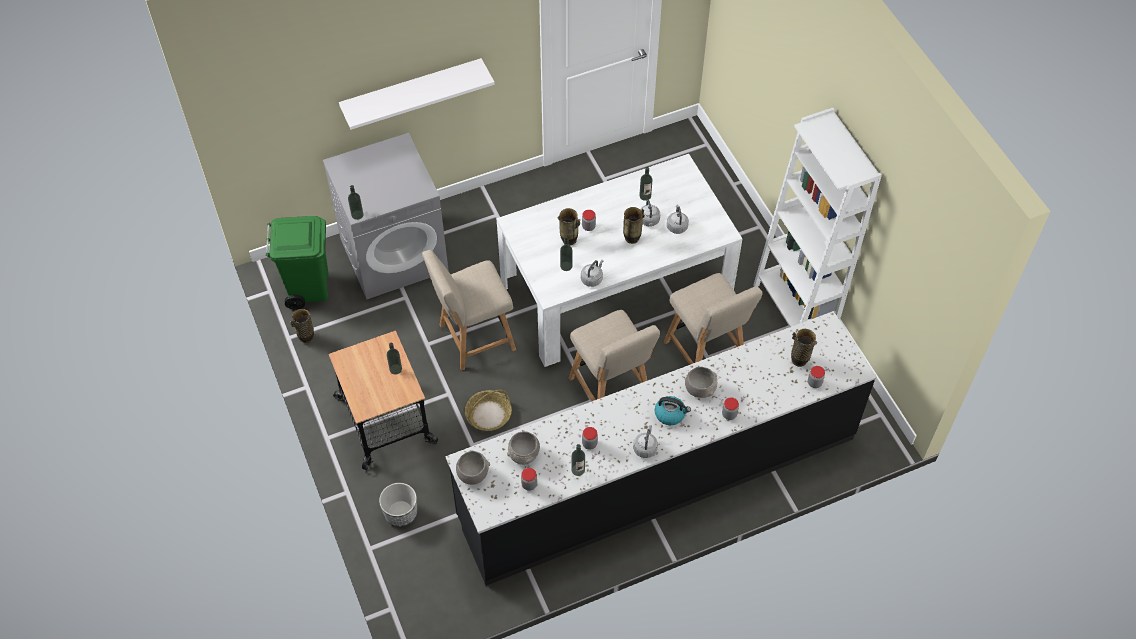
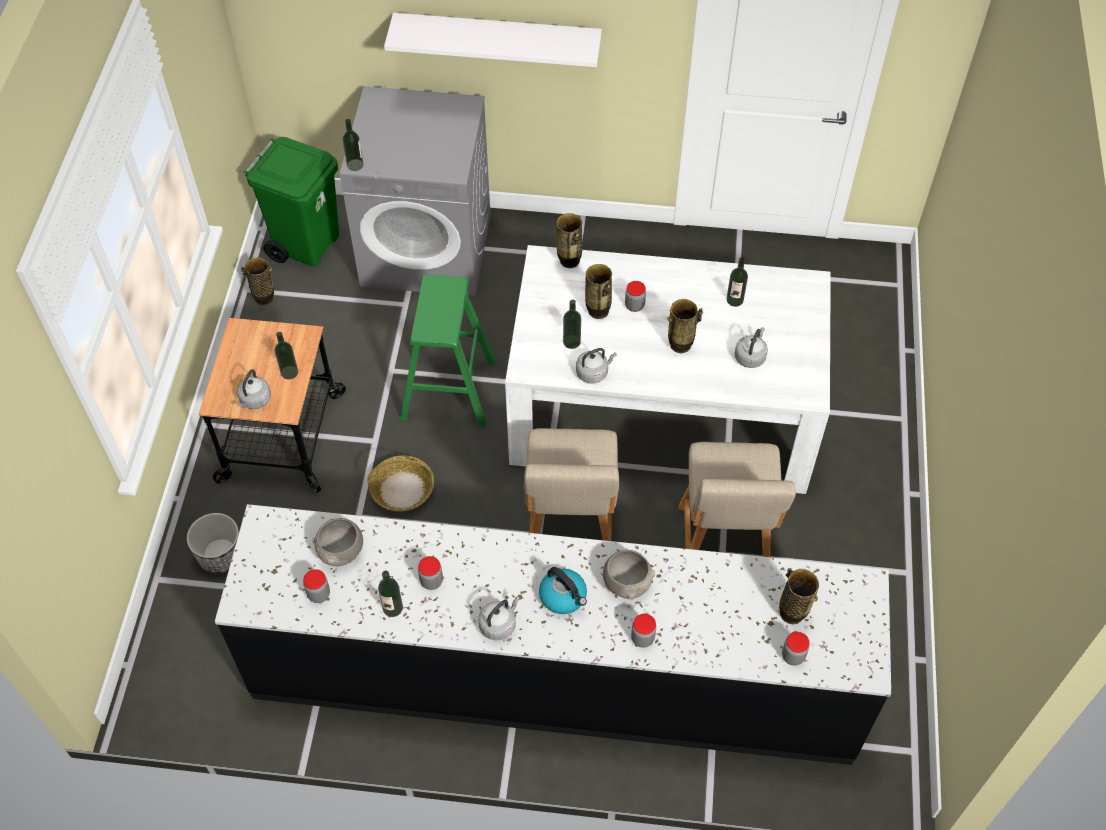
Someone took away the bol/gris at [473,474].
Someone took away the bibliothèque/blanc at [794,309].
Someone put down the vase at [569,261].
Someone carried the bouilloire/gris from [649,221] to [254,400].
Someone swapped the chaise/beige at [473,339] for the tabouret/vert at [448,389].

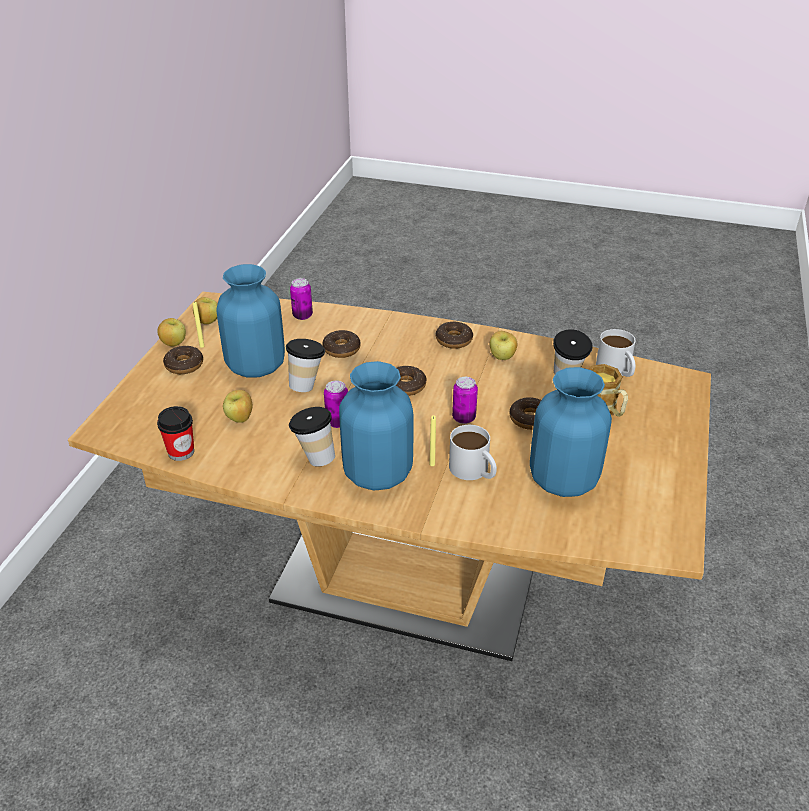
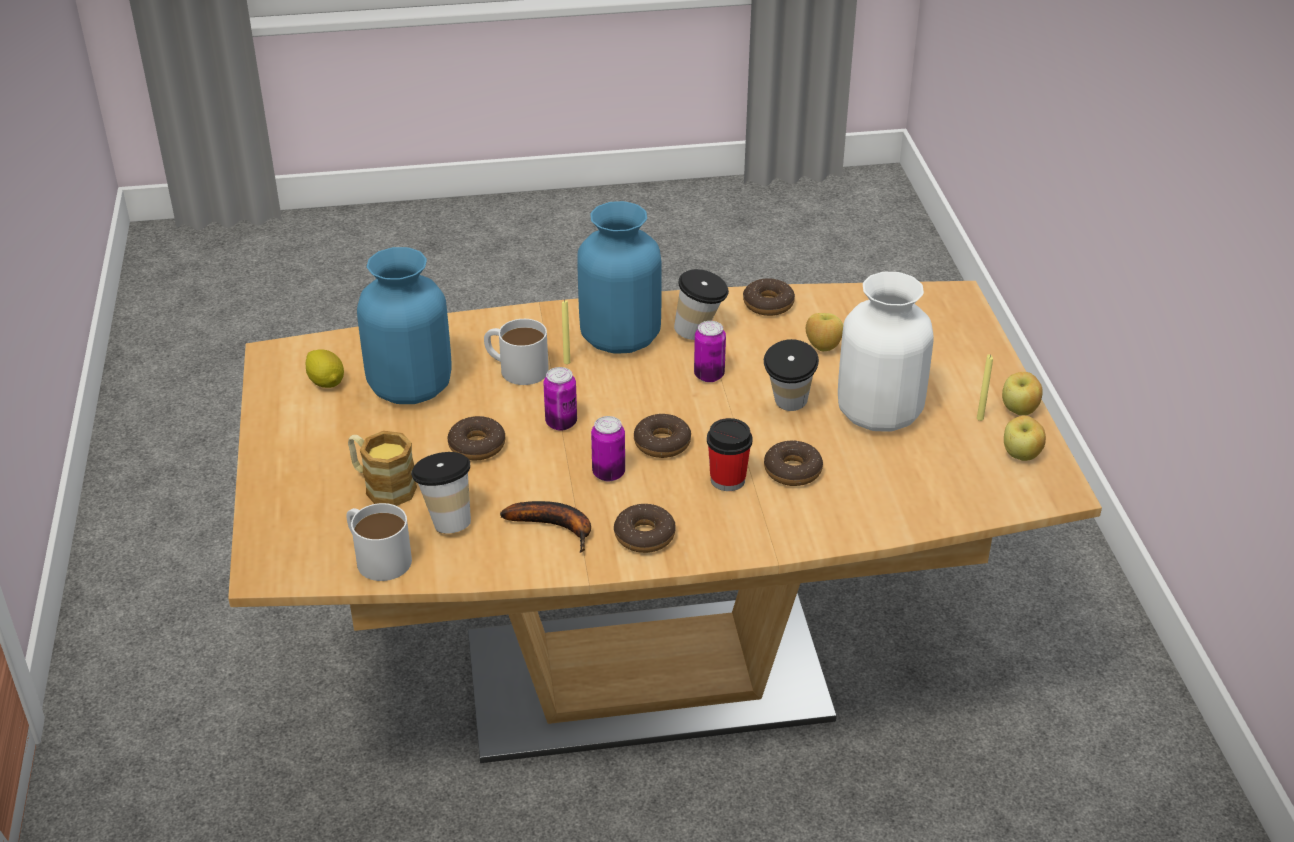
Someone put down the citron at [326,382].
Someone carried the tasse from [181,452] to [727,480].
Someone carried the beignet from [184,365] to [768,304].
Someone carried the boîte métallique from [302,315] to [608,473].
Someone swapped the pomme at [502,357] for the banane at [556,527].
Someone repainted the vase/bleu at [256,365], which became the vase/blanc at [879,413].

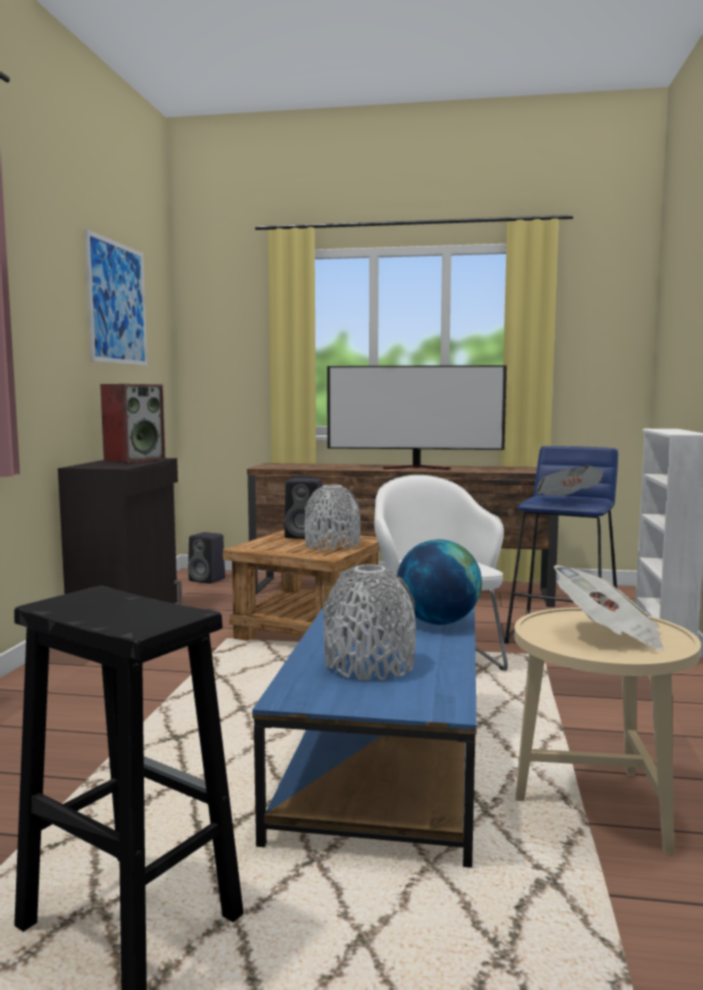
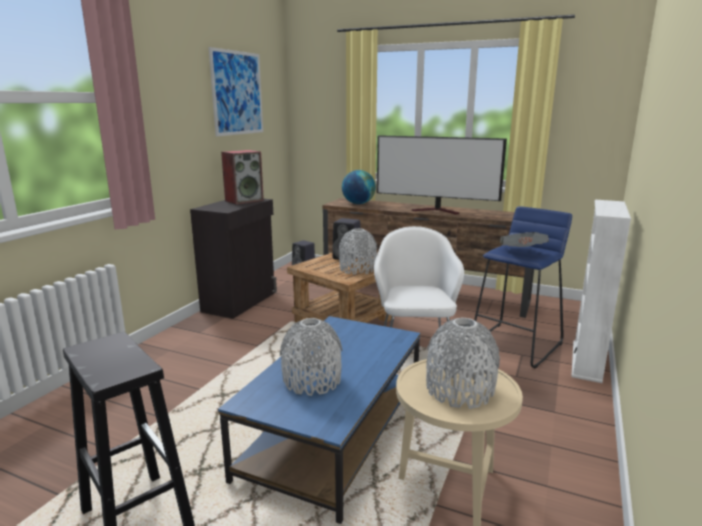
Someone carried the globe from [438,622] to [358,203].
Someone swapped the journal at [609,635] for the vase/gris at [459,390].

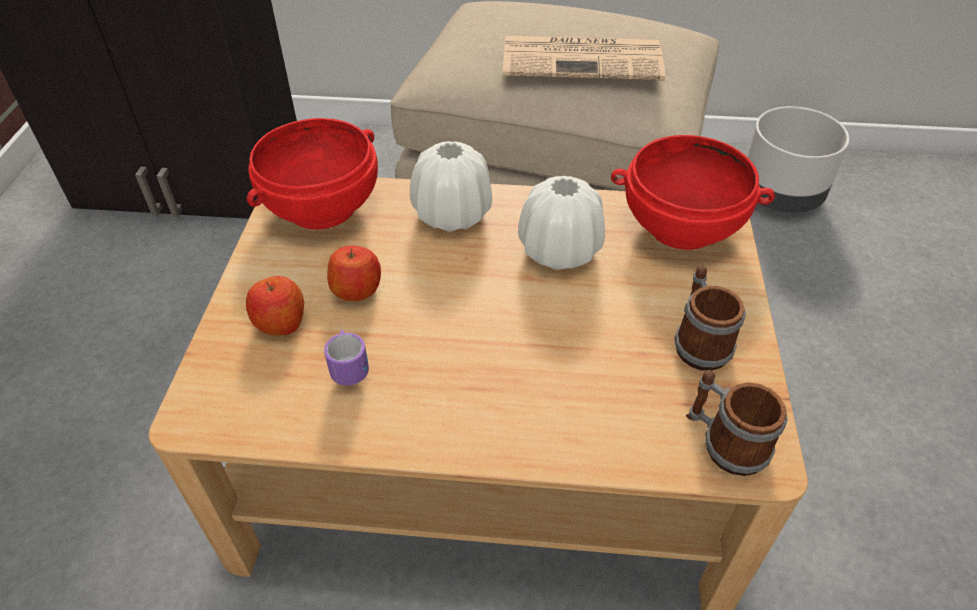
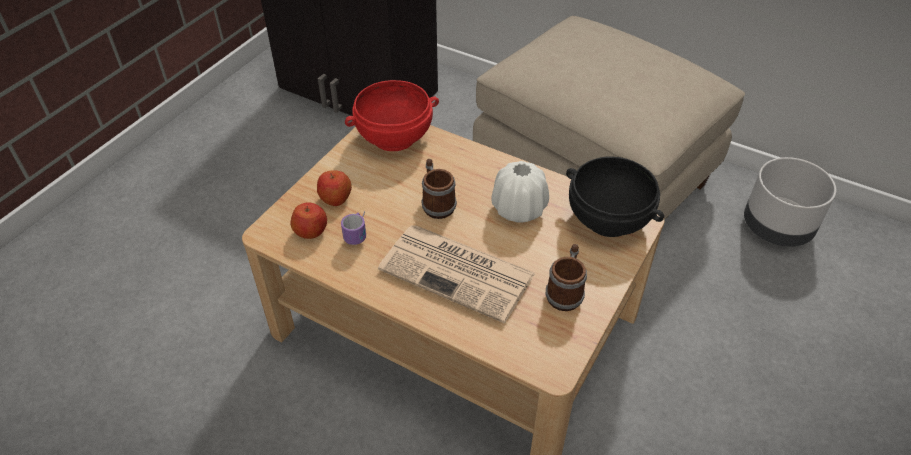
Someone took away the vase/blanc at [452,214].
Someone carried the pomme from [357,289] to [311,231].
Someone carried the journal from [584,59] to [459,272].
Someone carried the mug from [724,443] to [436,203].
Someone repainted the bol/rouge at [682,226], which became the bol/noir at [609,219].

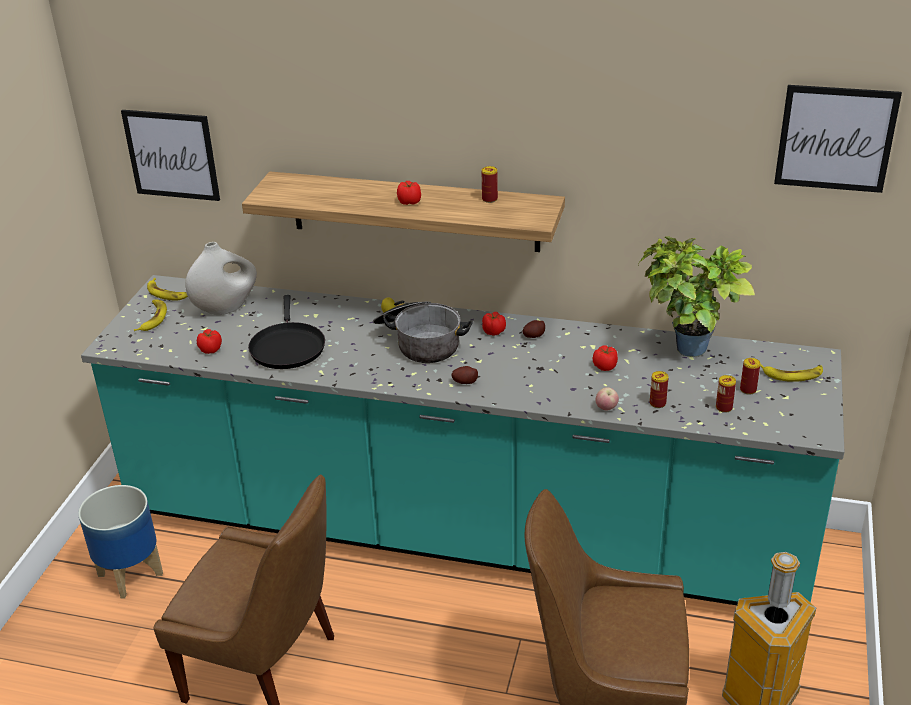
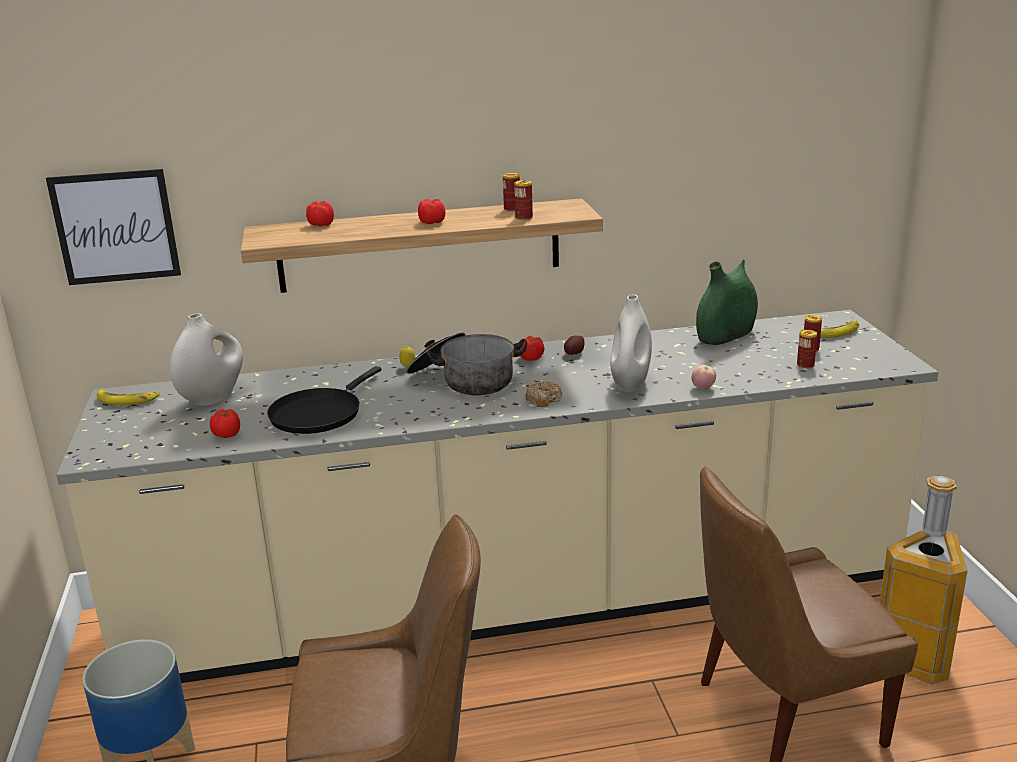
Someone took away the banane at [152,318].
Someone took away the tableau at [835,138].
Someone put down the vase/blanc at [630,384].
Someone carried the tomate from [605,366] to [322,224].
Someone carried the boîte métallique from [657,403] to [524,218].
Someone swapped the pomme de terre at [464,382] for the beignet at [543,399].
Someone swapped the plante en pot at [685,352] for the vase/vert at [726,336].
Someone repainted the comptoir de cuisine/turquoise at [462,531], which became the comptoir de cuisine/beige at [517,603].
Someone rotated the poêle/noir at [287,347] by 60 degrees clockwise.

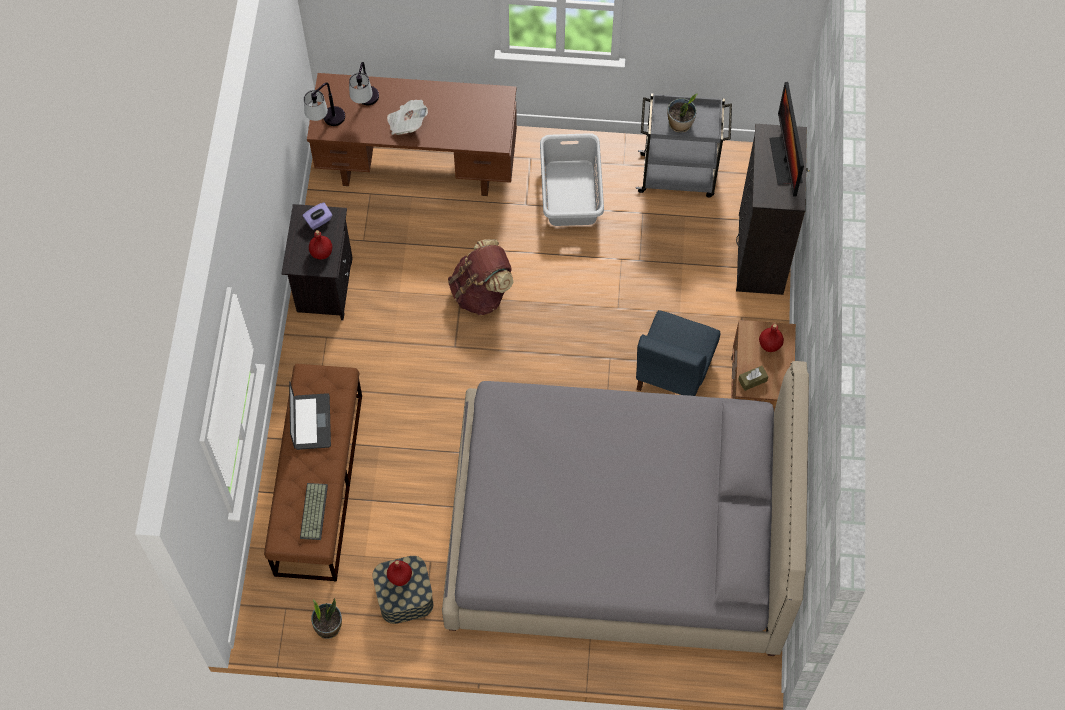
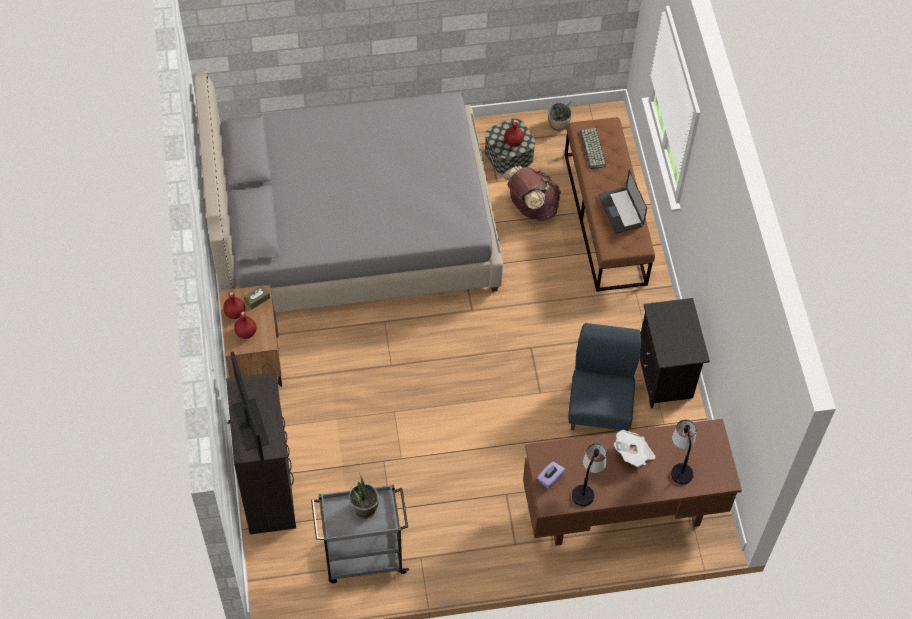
Someone took away the panier à linge/gris at [571,192].
Someone carried the boîte à mouchoirs/violet from [318,221] to [550,478].
Someone carried the lampe de table from [327,124] to [586,487].
Someone carried the bouteille/rouge from [321,252] to [235,313].
Someone carried the sac à dos/marron from [481,293] to [531,207].
Someone carried the chaise/bleu from [673,371] to [600,406].

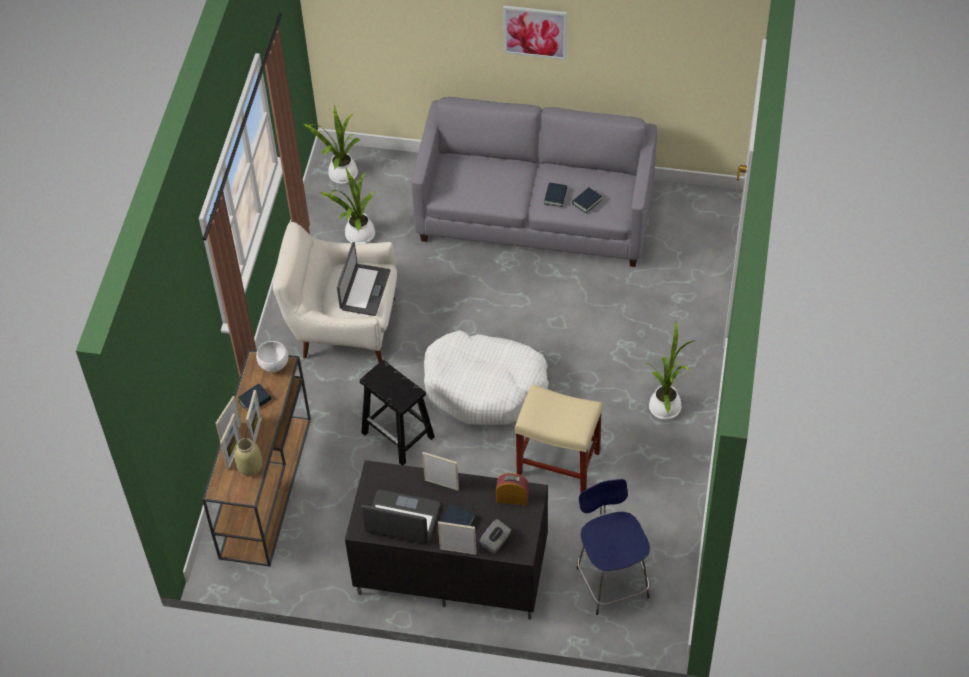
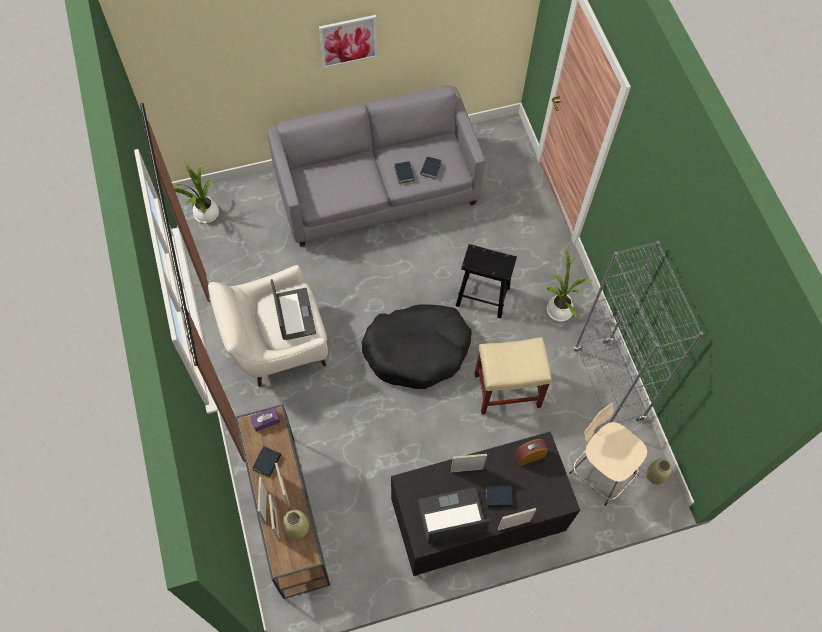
Someone took away the plante en pot at [358,236].
Someone took away the boîte à mouchoirs/gris at [495,542].
Someone put down the bibliothèque/gris at [608,384].
Someone put down the vase/beige at [655,476].
Someone carried the tabouret/noir from [399,435] to [483,296].
Someone swapped the bol/blanc at [274,364] for the boîte à mouchoirs/violet at [266,421].
Someone repainted the panier pour chien/blanc at [485,387], which became the panier pour chien/noir at [417,350].
Someone repainted the tabouret/bleu at [611,580], which became the tabouret/beige at [600,471].

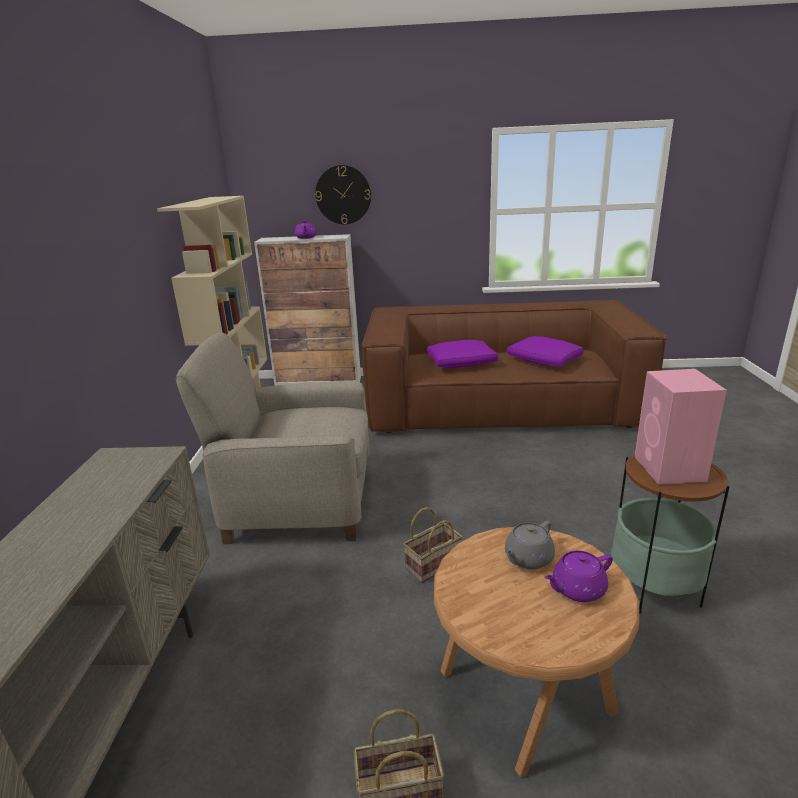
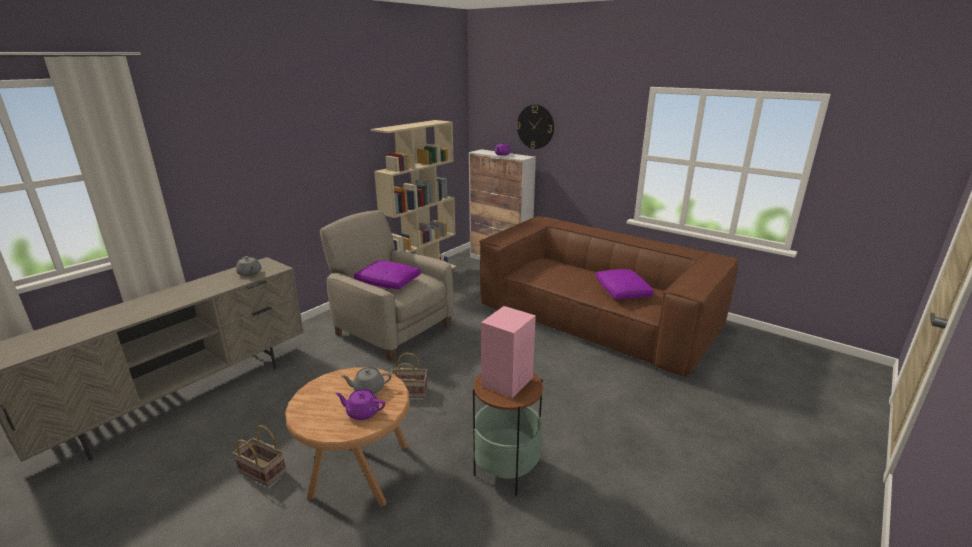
Someone put down the théière/gris at [250,273].
Someone carried the coussin/violet from [462,363] to [388,282].

